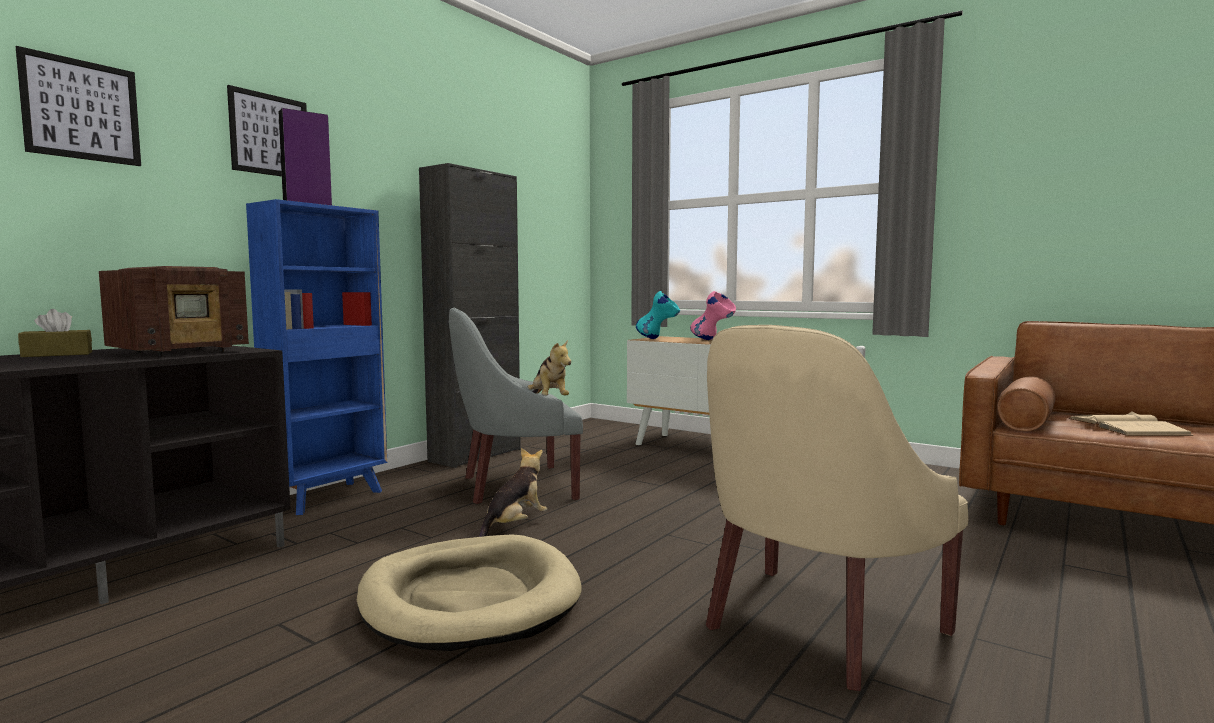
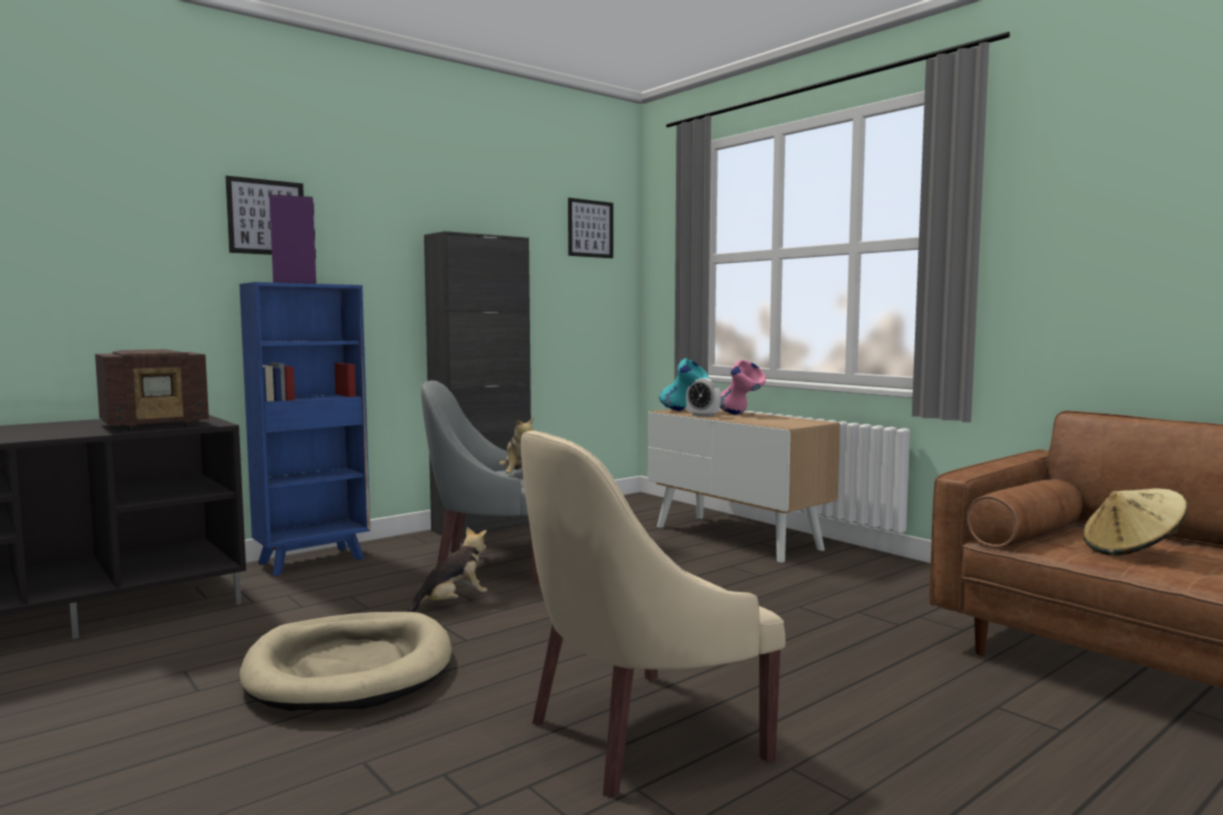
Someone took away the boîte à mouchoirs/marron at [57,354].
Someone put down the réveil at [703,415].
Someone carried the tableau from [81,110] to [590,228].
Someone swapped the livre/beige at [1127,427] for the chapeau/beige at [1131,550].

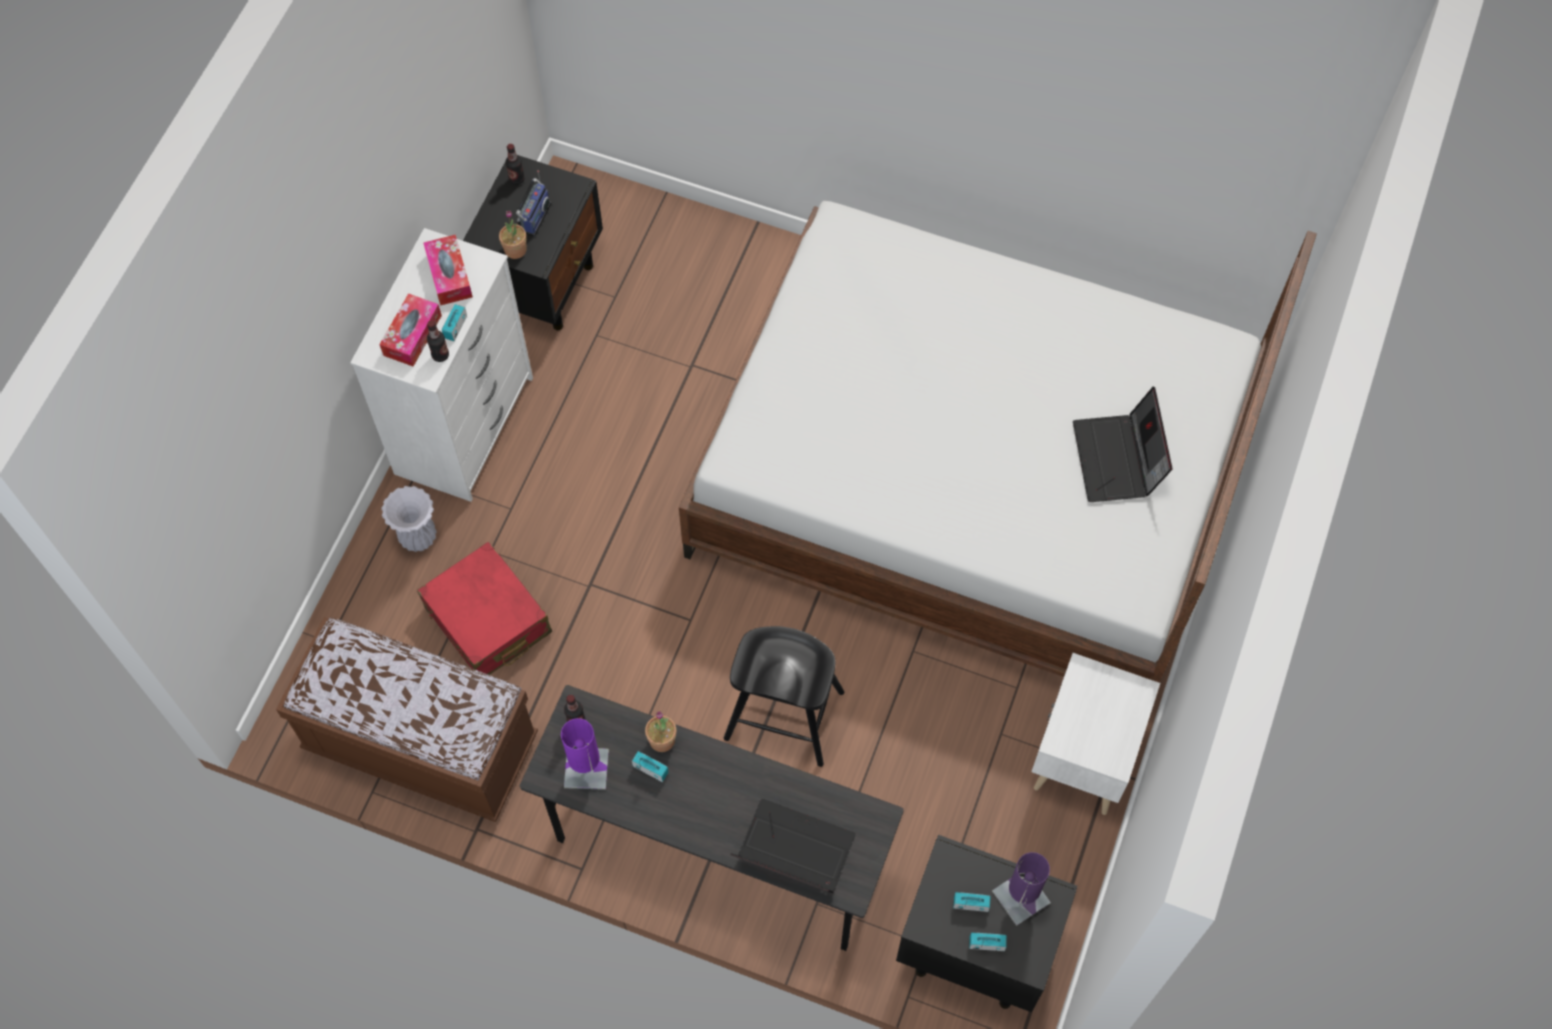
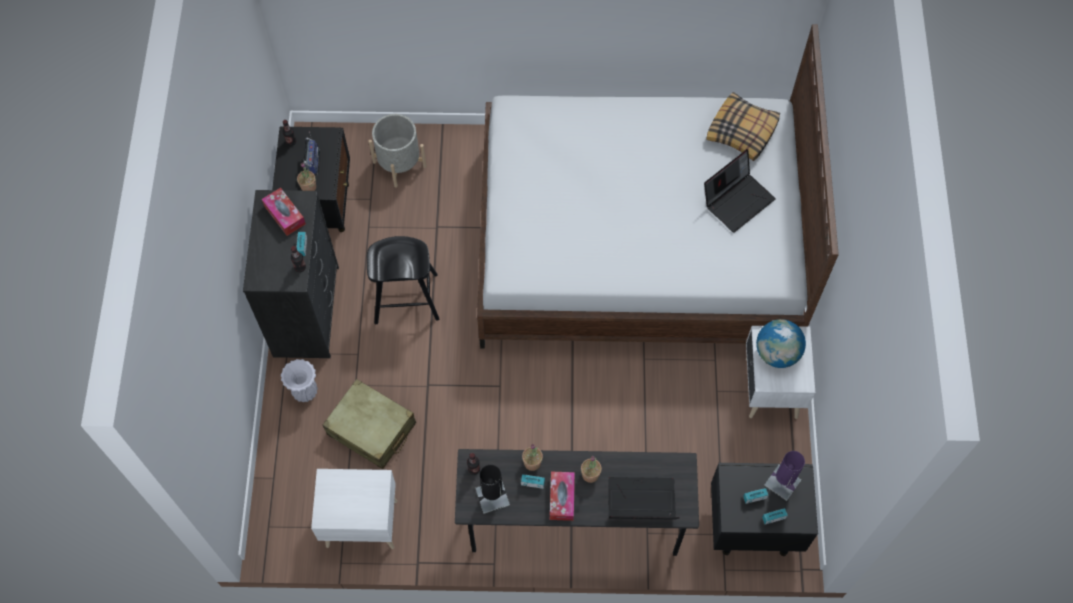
Someone put down the cache-pot/gris at [399,164].
Someone put down the plante en pot at [590,474].
Someone put down the coussin at [742,132].
Someone put down the globe at [777,353].
Someone carried the boîte à mouchoirs from [412,335] to [562,498].
Someone carried the tabouret/noir from [783,715] to [406,298].
Someone swapped the banc/marron at [421,744] for the table de chevet/blanc at [360,522].
Someone repainted the commode/blanc at [465,426], which became the commode/noir at [307,311].
Someone repainted the valise/rouge at [488,620], which became the valise/beige at [371,429].
Someone repainted the lampe de table/violet at [586,768], which became the lampe de table/noir at [492,497].
Someone rotated the ordinateur portable at [1118,460] by 105 degrees counterclockwise.

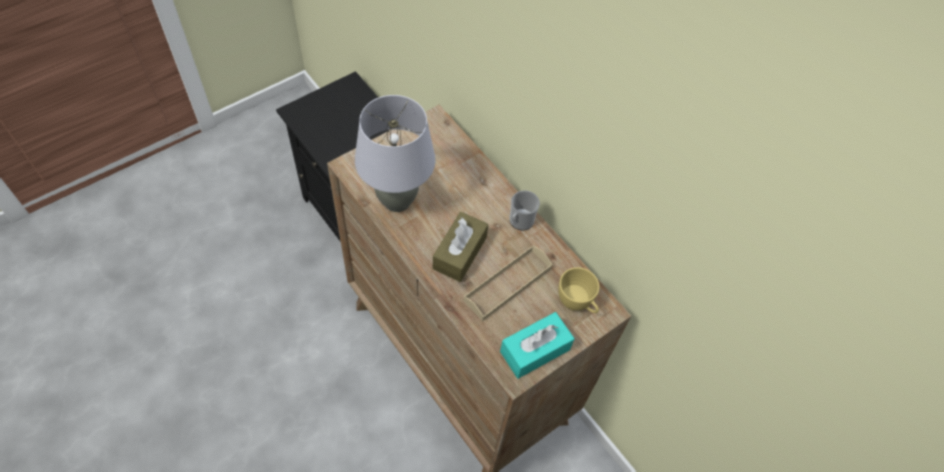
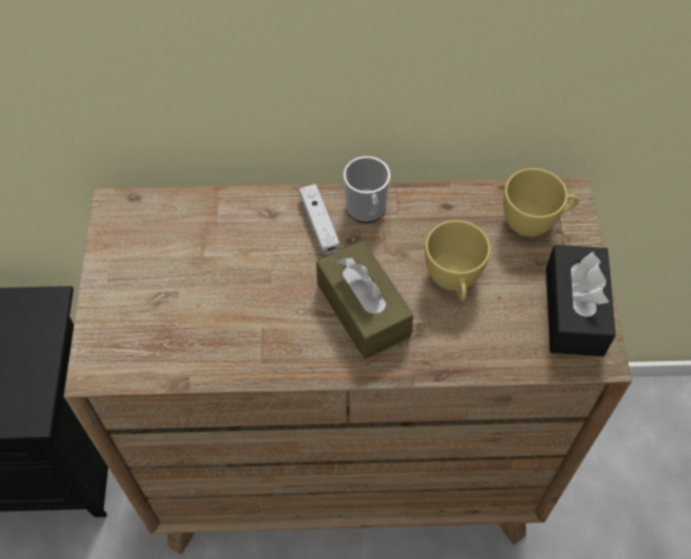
Someone took away the lampe de table/gris at [397,200].
Someone put down the manette/blanc at [319,224].
Someone swapped the plateau/beige at [507,284] for the tasse/jaune at [453,282].
Someone repainted the boîte à mouchoirs/turquoise at [535,350], which became the boîte à mouchoirs/noir at [574,311].

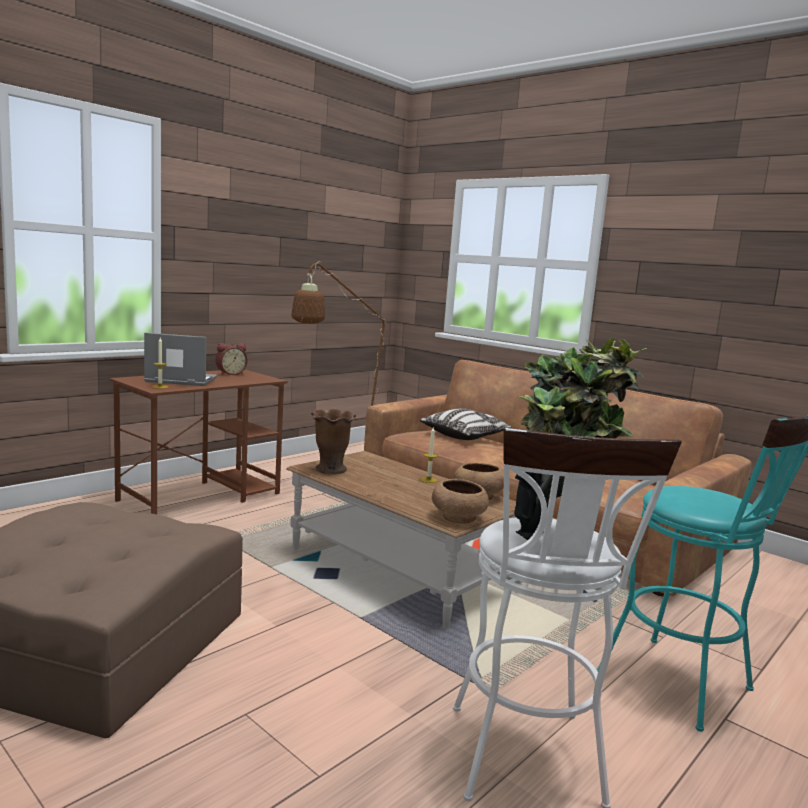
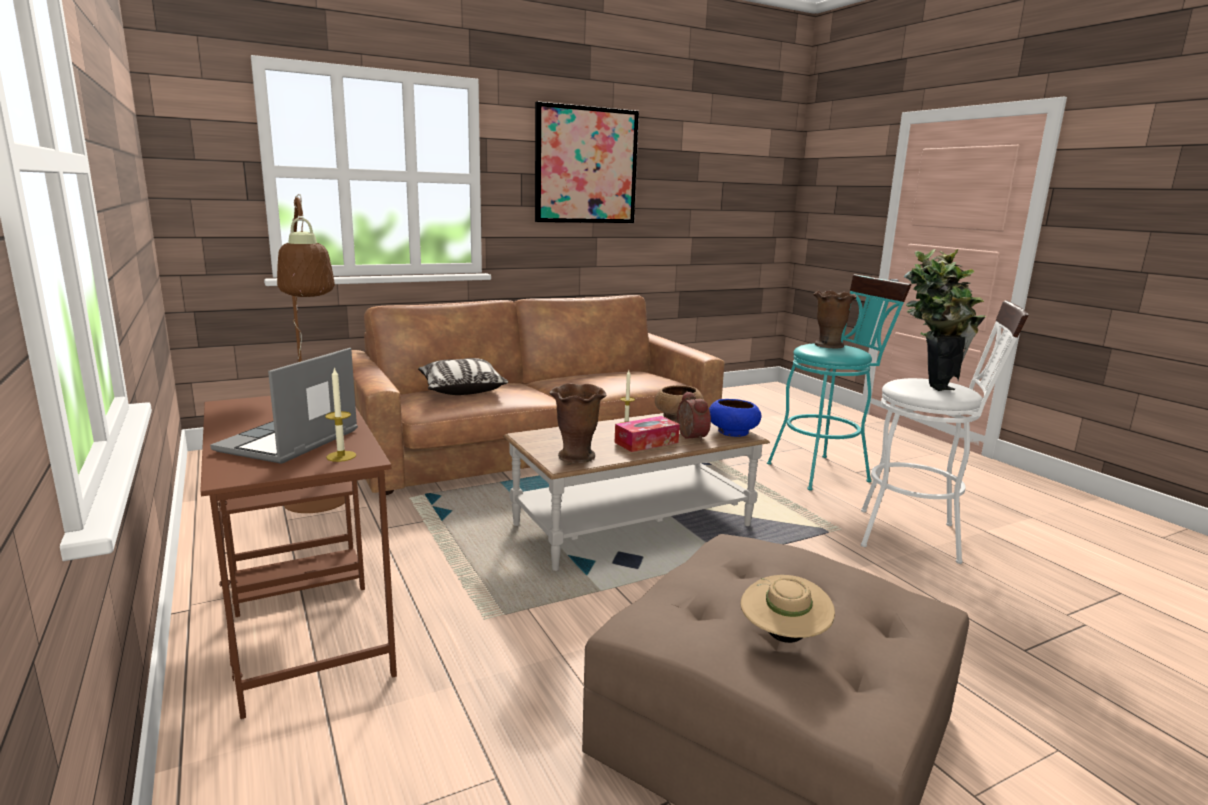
Someone put up the tableau at [586,165].
Someone put down the boîte à mouchoirs at [646,442].
Someone put down the chapeau/beige at [783,637].
Someone put down the vase/marron at [829,345].
Someone carried the réveil from [230,374] to [690,437].
Someone repainted the bol/marron at [459,517], which became the bol/bleu at [732,432].

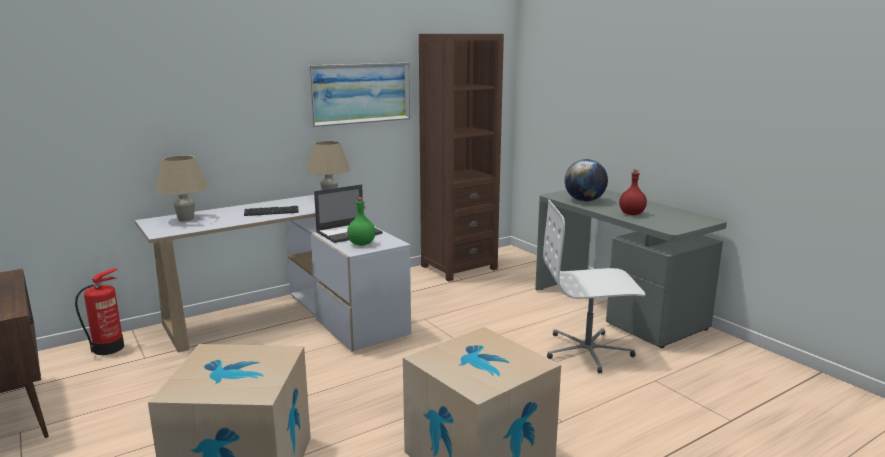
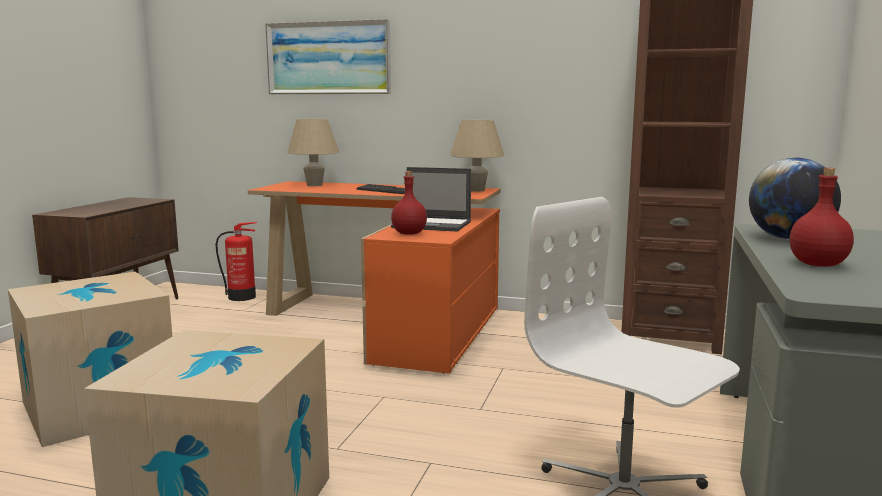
Someone carried the tableau from [360,93] to [328,58].
Someone repainted the bureau/blanc at [291,318], which became the bureau/orange at [390,322].
Someone repainted the bouteille/vert at [361,244], which became the bouteille/rouge at [408,233].

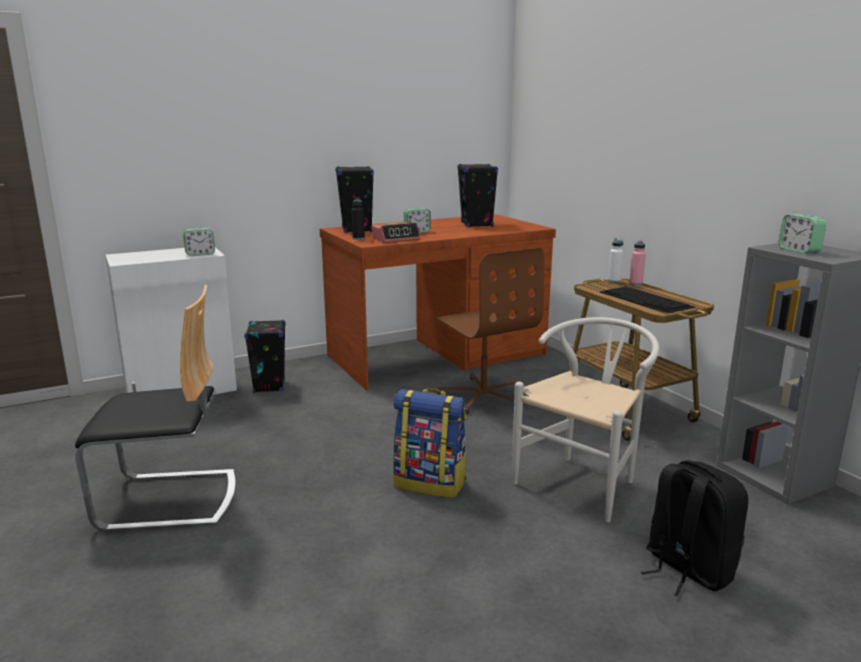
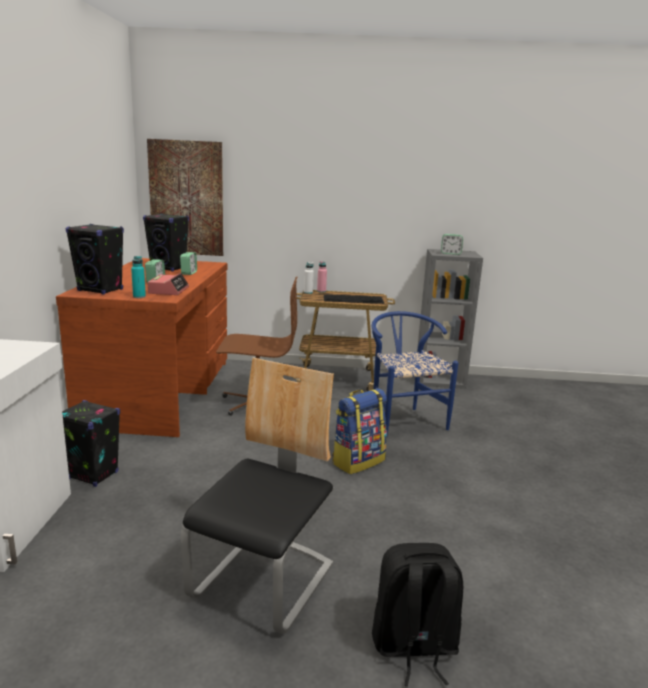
Someone put up the tableau at [186,198].
Someone carried the réveil from [200,254] to [189,273].
Someone carried the sac à dos/noir from [687,569] to [413,647].
Someone repainted the bouteille/noir at [358,238], which became the bouteille/turquoise at [139,296].
Someone repainted the chaise/blanc at [583,482], which became the chaise/bleu at [403,419].

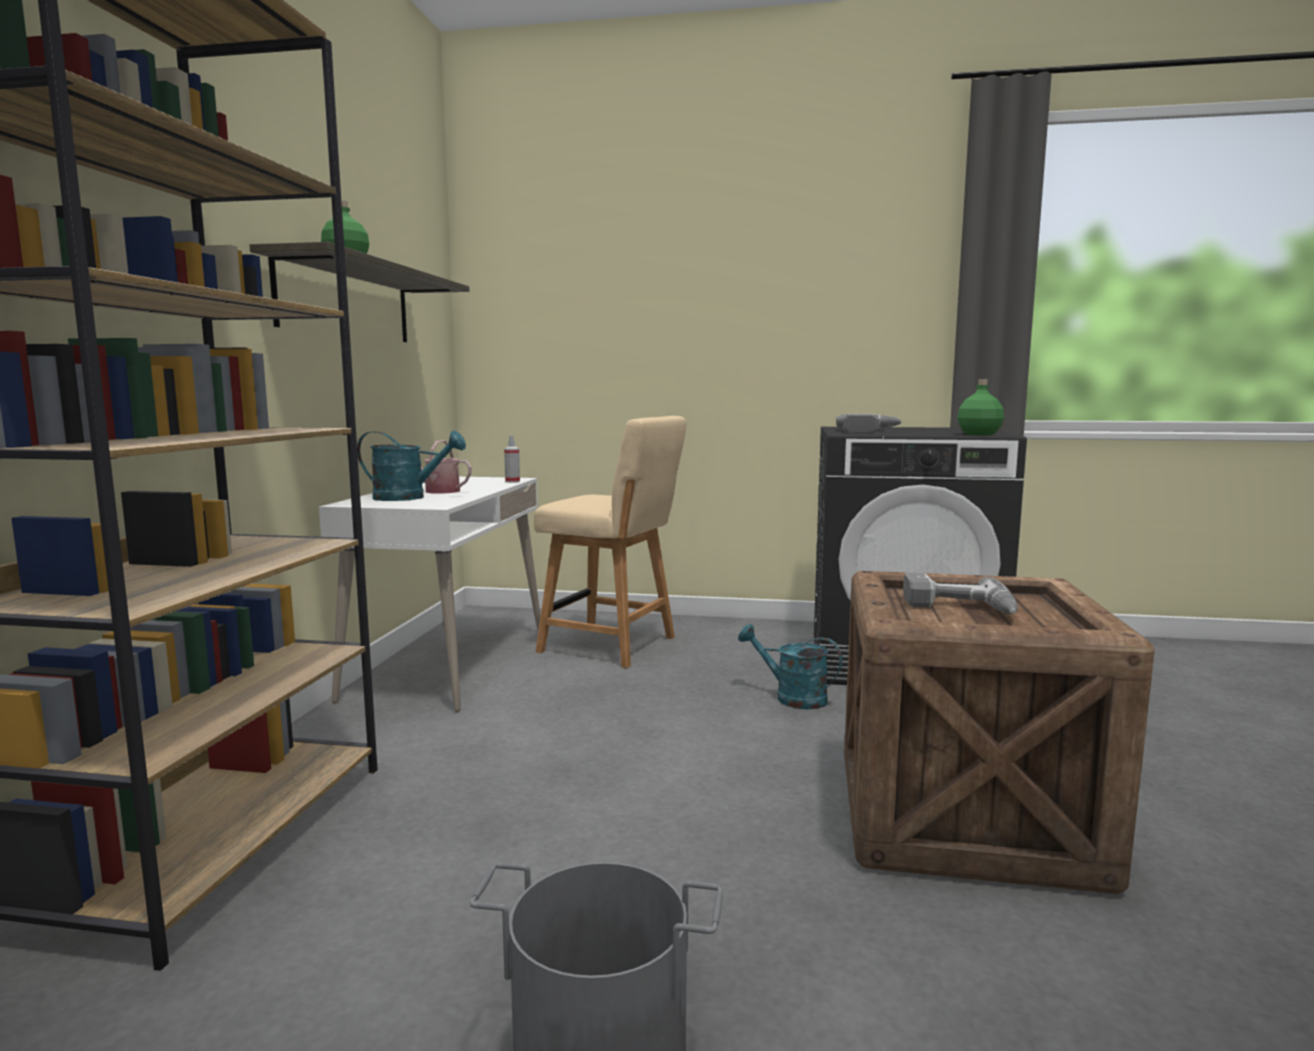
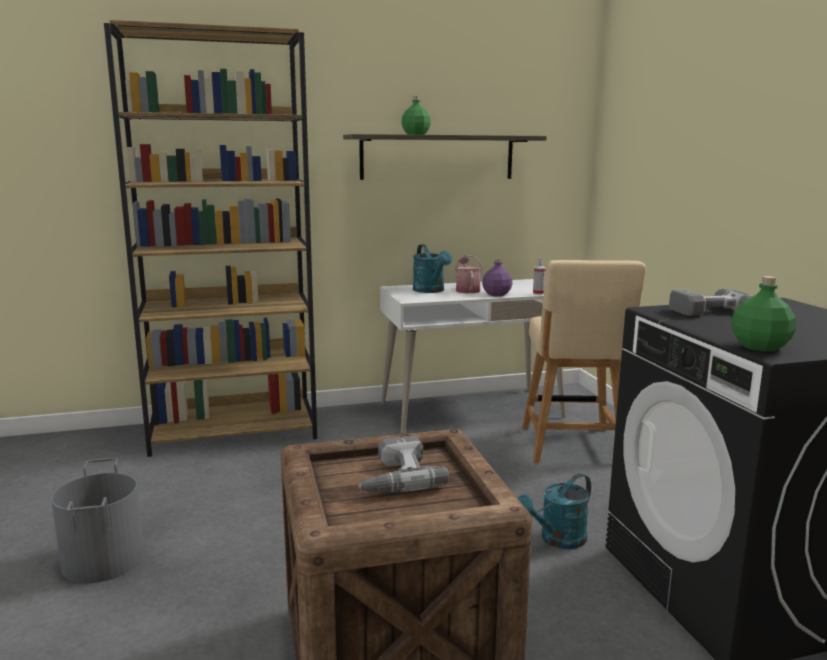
Someone put down the bouteille/violet at [496,294].
Someone rotated the arrosoir/turquoise at [792,697] by 135 degrees counterclockwise.

